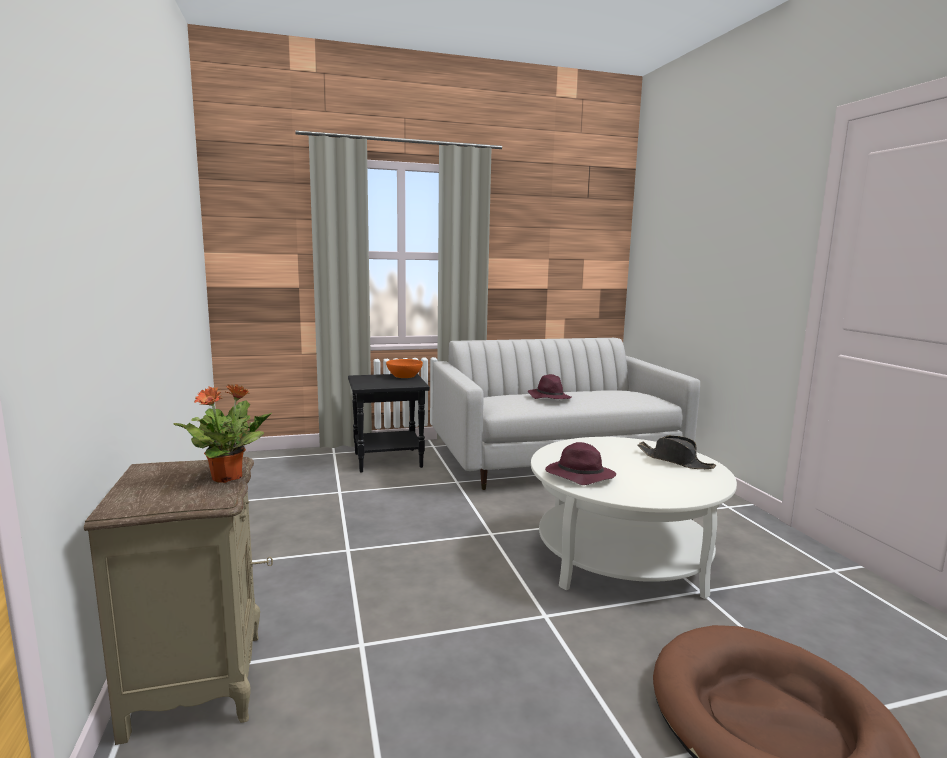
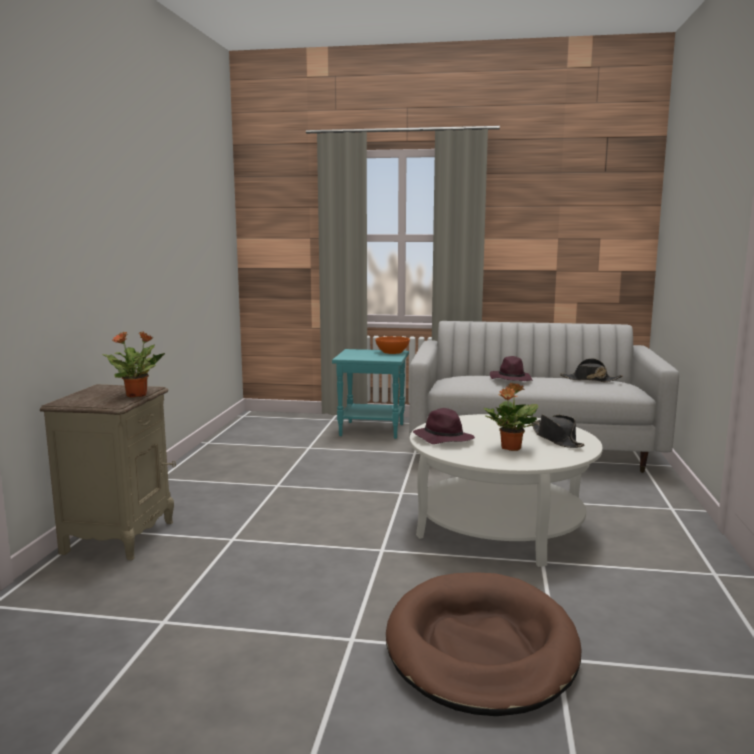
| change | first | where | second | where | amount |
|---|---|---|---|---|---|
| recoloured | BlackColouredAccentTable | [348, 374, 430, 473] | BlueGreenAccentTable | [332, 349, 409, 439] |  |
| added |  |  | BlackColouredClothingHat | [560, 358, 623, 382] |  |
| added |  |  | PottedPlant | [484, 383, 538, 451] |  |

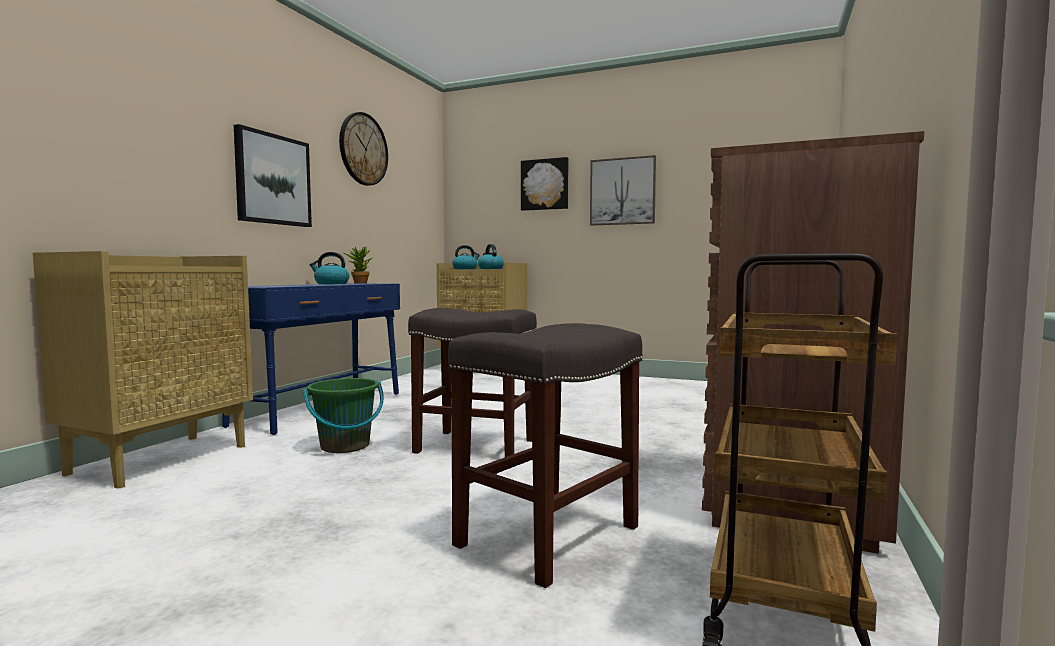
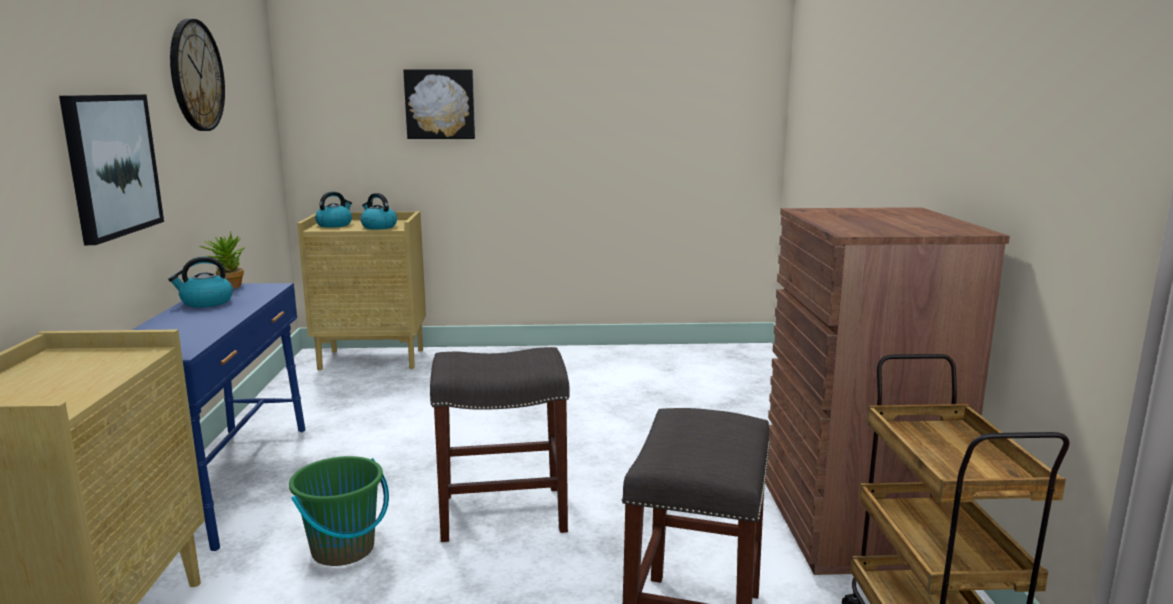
| change | first | where | second | where | amount |
|---|---|---|---|---|---|
| removed | Picture | [590, 155, 656, 226] |  |  |  |

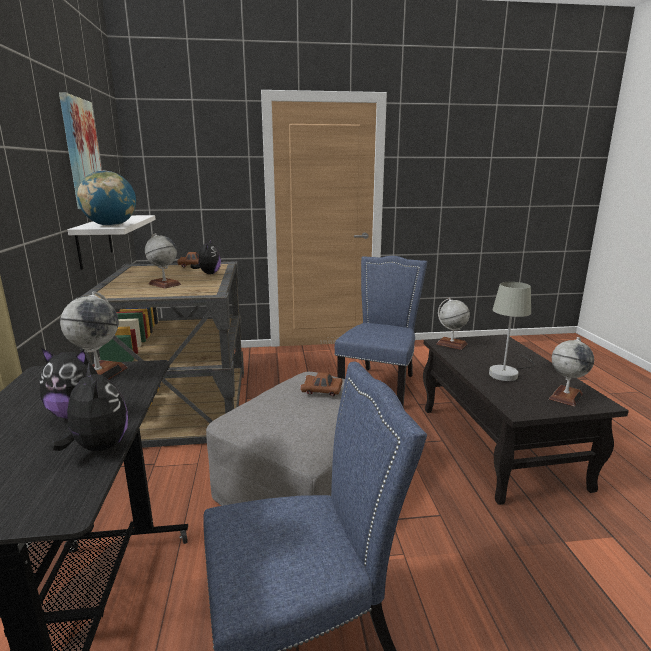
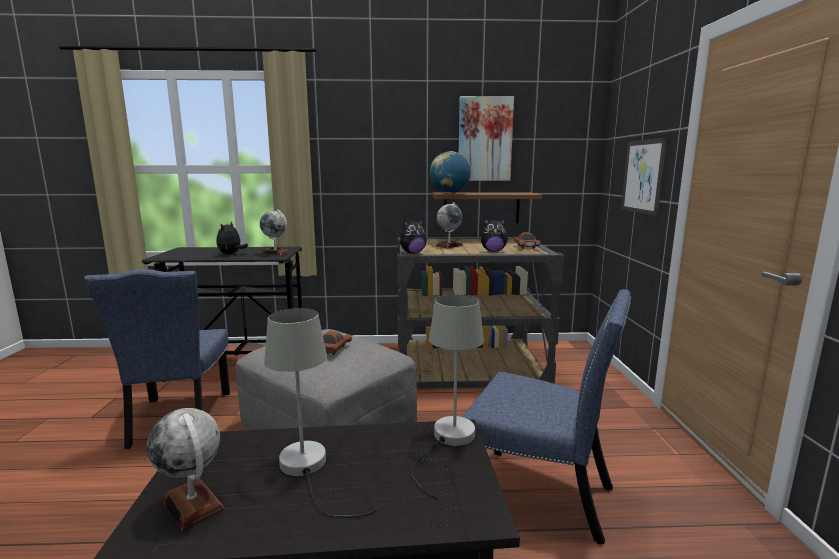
| change | first | where | second | where | amount |
|---|---|---|---|---|---|
| recoloured | WhitishShelf | [68, 215, 156, 269] | BrownShelf | [432, 192, 542, 223] |  |
| replaced | Globe | [436, 298, 470, 350] | GreyishTabletopLamp | [411, 295, 484, 499] |  |
| moved | PlushToy | [50, 363, 128, 451] |  | [399, 219, 427, 254] |  |
| added |  |  | Picture | [621, 138, 667, 216] |  |

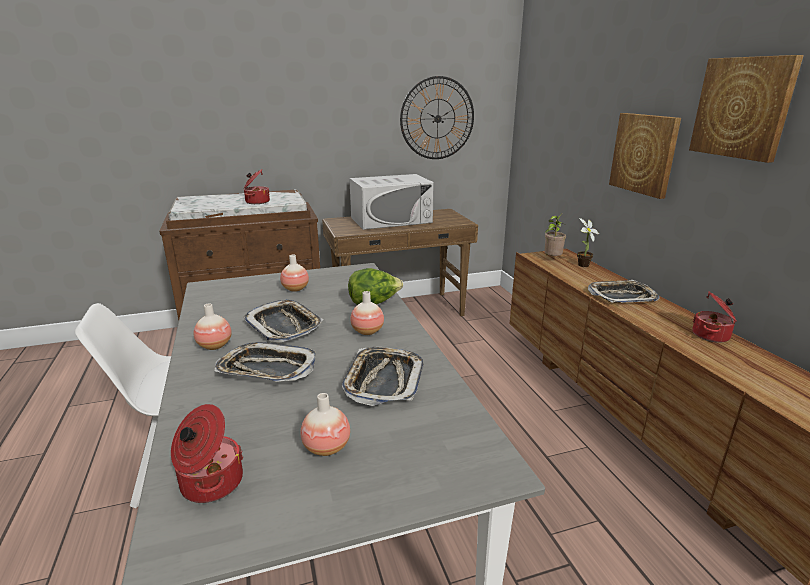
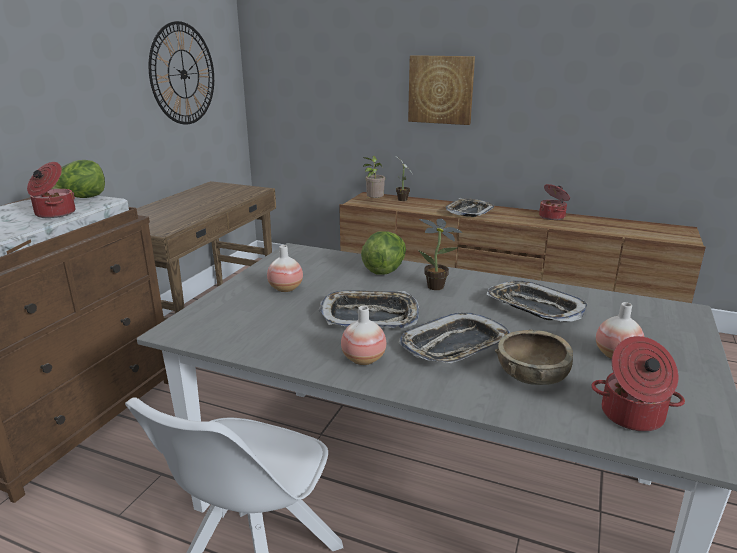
| change | first | where | second | where | amount |
|---|---|---|---|---|---|
| removed | Picture | [689, 55, 804, 163] |  |  |  |
| removed | WhitishMicrowaveOven | [349, 174, 434, 230] |  |  |  |
| replaced | DecorativeVase | [350, 291, 384, 335] | PottedPlant | [418, 218, 463, 290] |  |
| added |  |  | LettuceHead | [51, 160, 105, 198] |  |
| added |  |  | BrownServingBowl | [495, 329, 573, 385] |  |

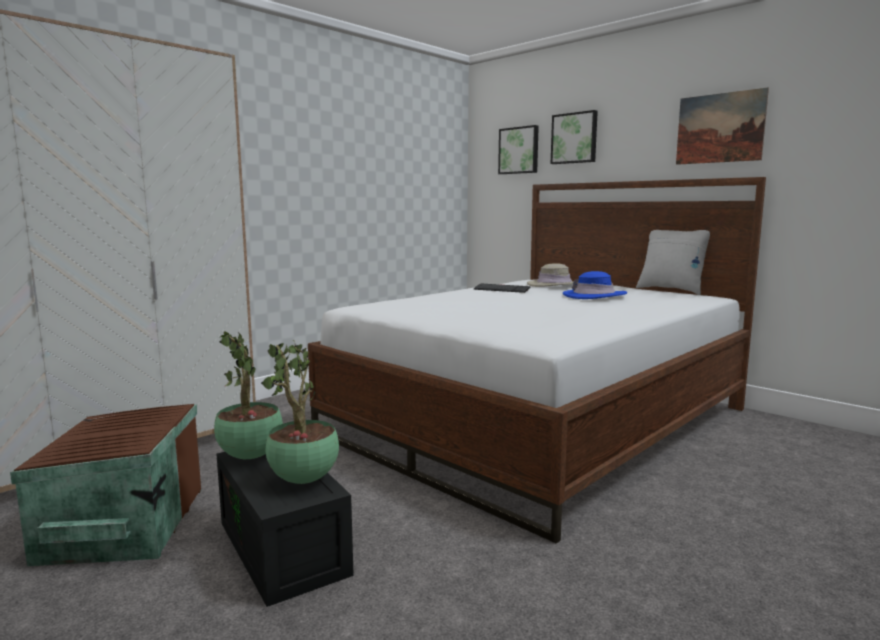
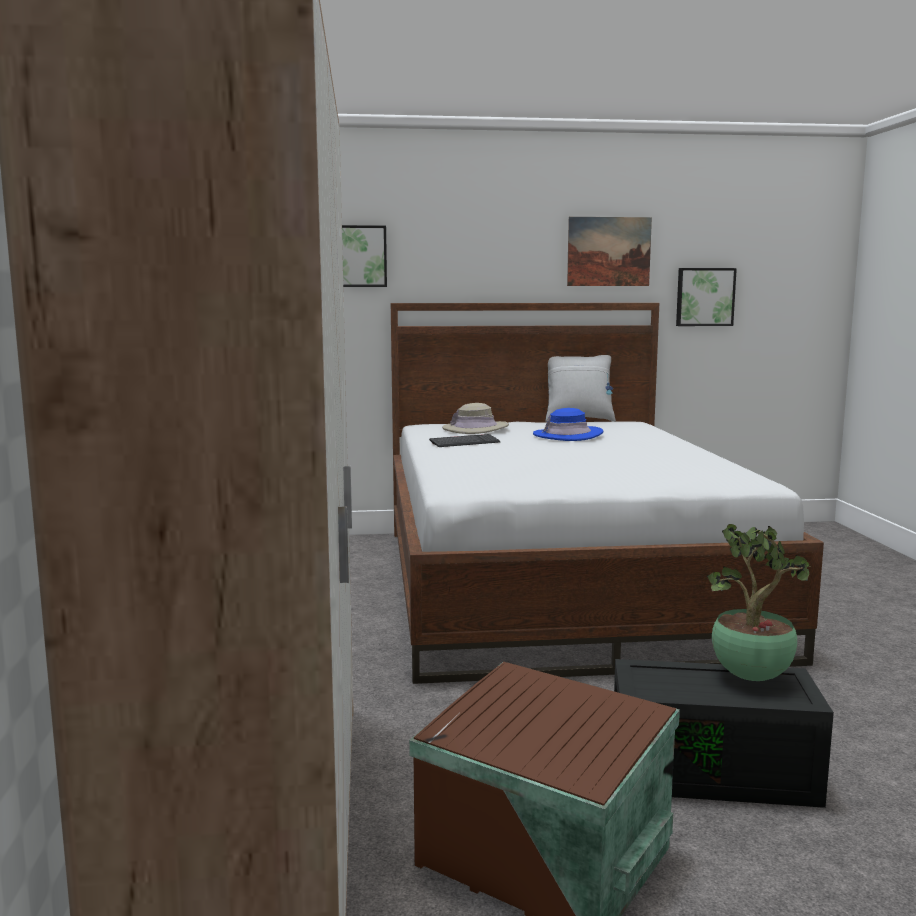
| change | first | where | second | where | amount |
|---|---|---|---|---|---|
| moved | Picture | [551, 110, 598, 164] |  | [676, 268, 737, 326] |  |
| removed | PottedPlant | [214, 331, 283, 459] |  |  |  |

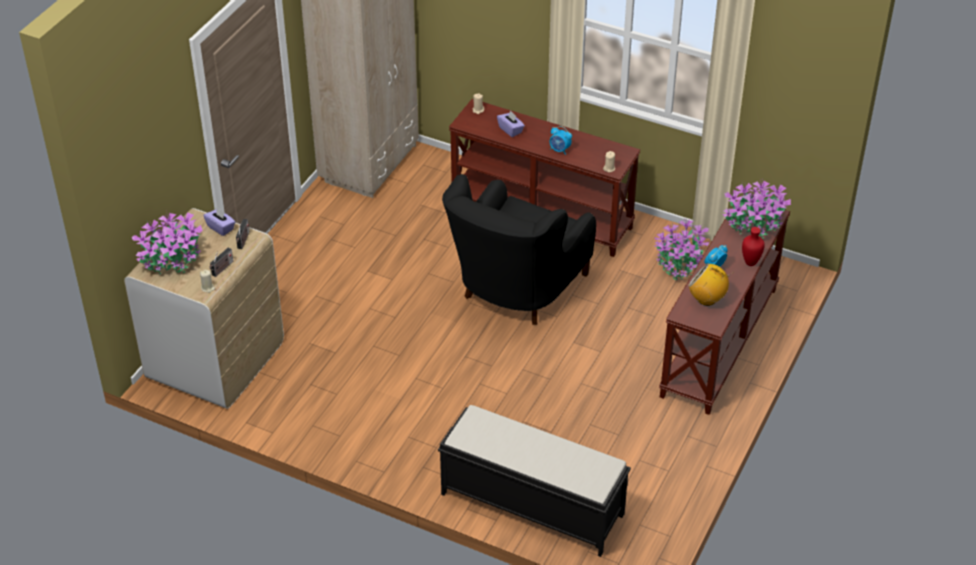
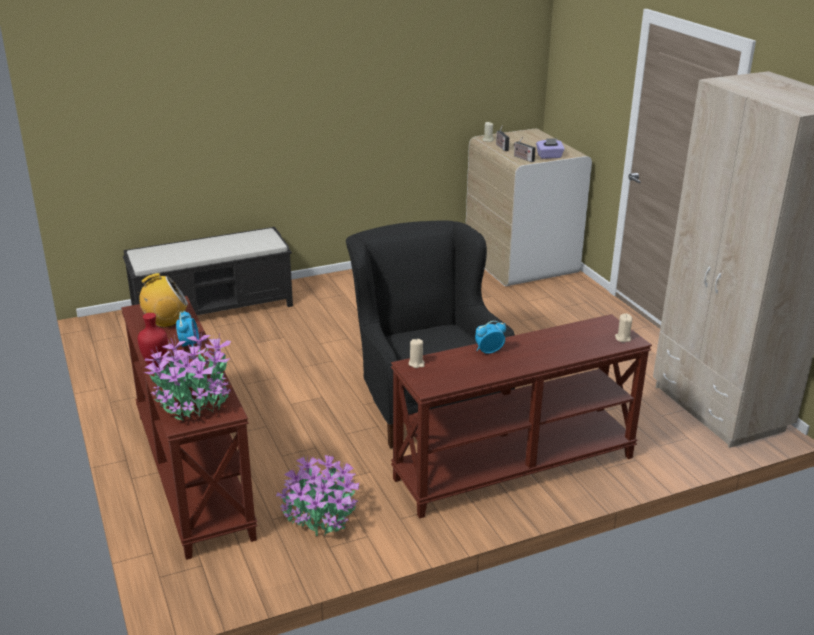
| change | first | where | second | where | amount |
|---|---|---|---|---|---|
| removed | PurpleTissueBox | [497, 111, 525, 137] |  |  |  |
| removed | PottedPlant | [132, 210, 203, 275] |  |  |  |

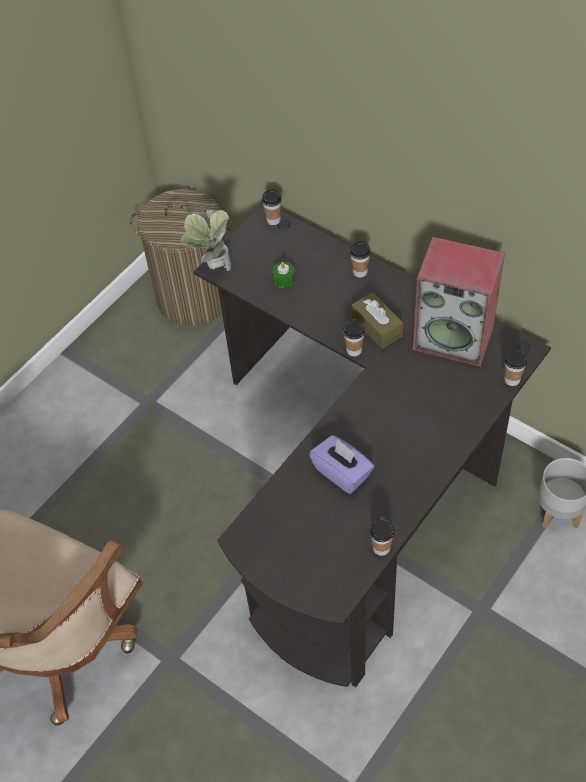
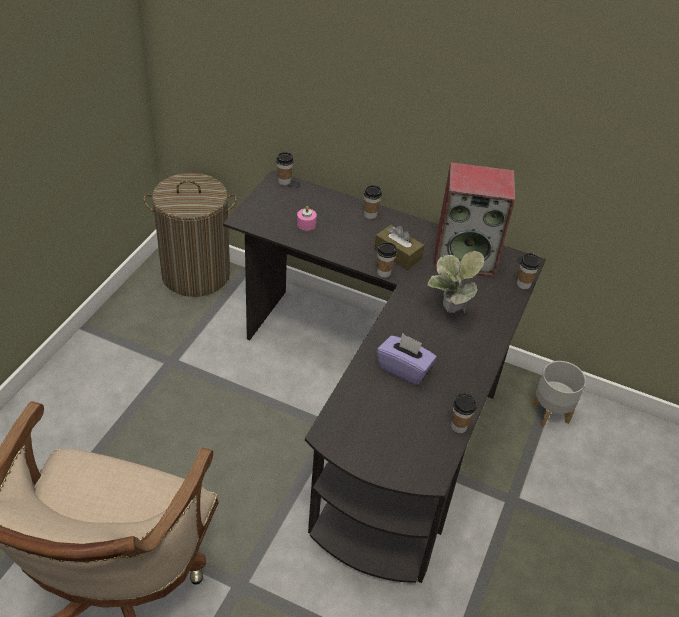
| change | first | where | second | where | amount |
|---|---|---|---|---|---|
| moved | PottedPlant | [181, 210, 231, 271] |  | [428, 251, 485, 314] |  |
| recoloured | GreenWaxLight | [272, 262, 295, 288] | PinkColouredWaxLight | [297, 206, 317, 231] |  |

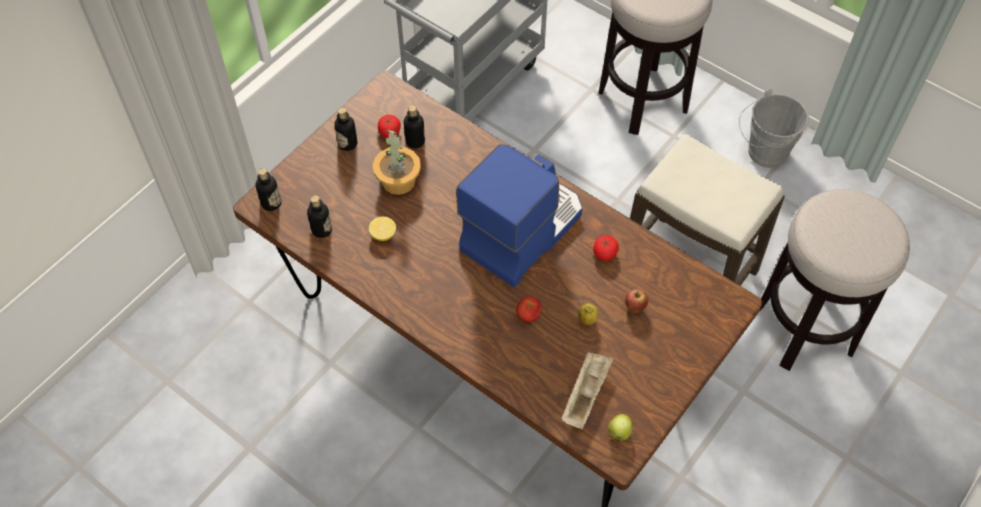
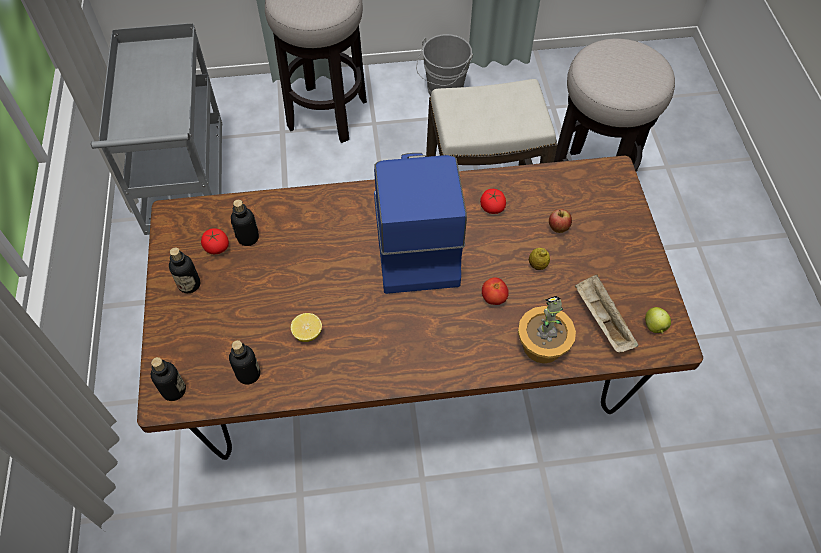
| change | first | where | second | where | amount |
|---|---|---|---|---|---|
| moved | PottedPlant | [373, 130, 421, 195] |  | [518, 296, 576, 364] |  |

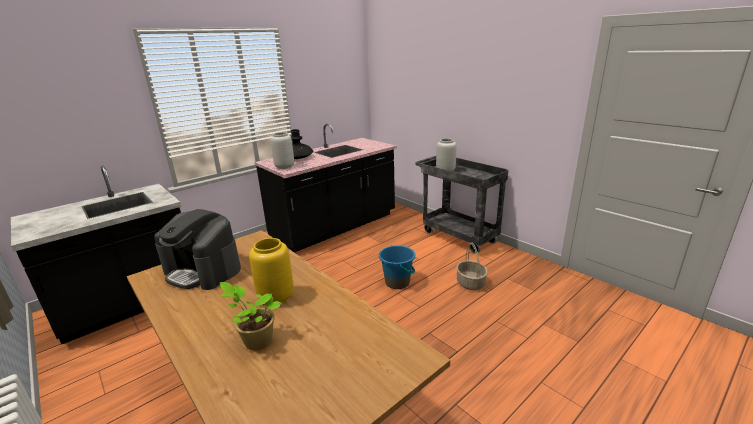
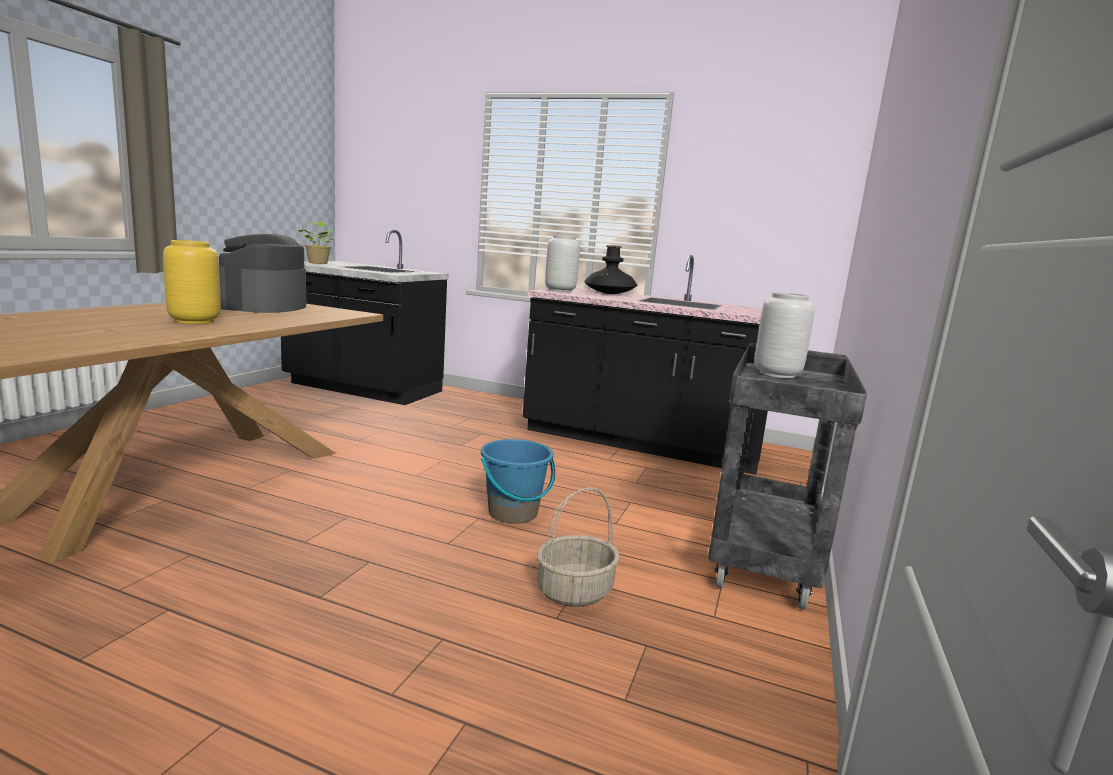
| change | first | where | second | where | amount |
|---|---|---|---|---|---|
| moved | PottedPlant | [220, 282, 281, 350] |  | [299, 220, 334, 264] |  |

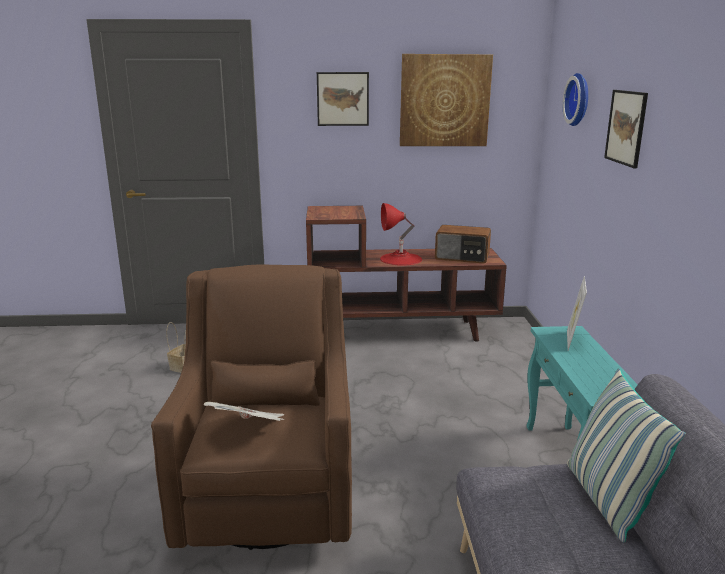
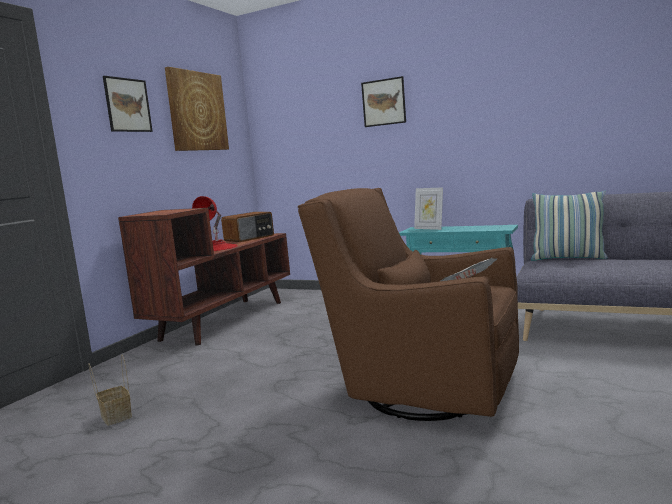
| change | first | where | second | where | amount |
|---|---|---|---|---|---|
| removed | ClockOnTheWall | [563, 73, 588, 126] |  |  |  |

